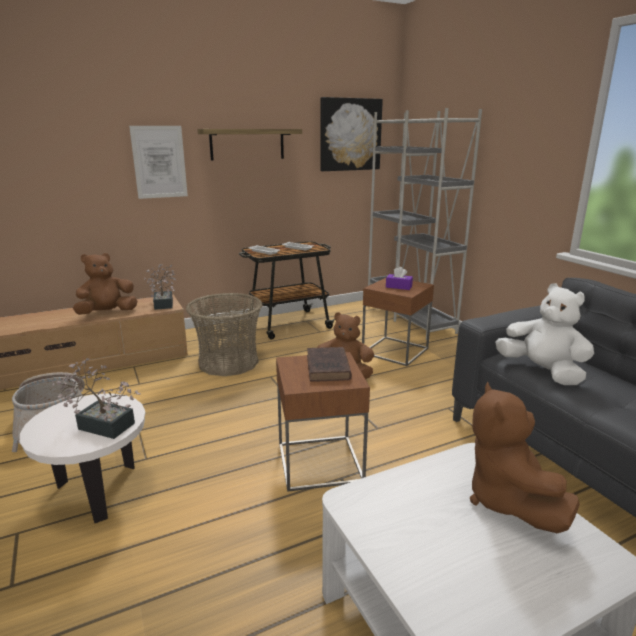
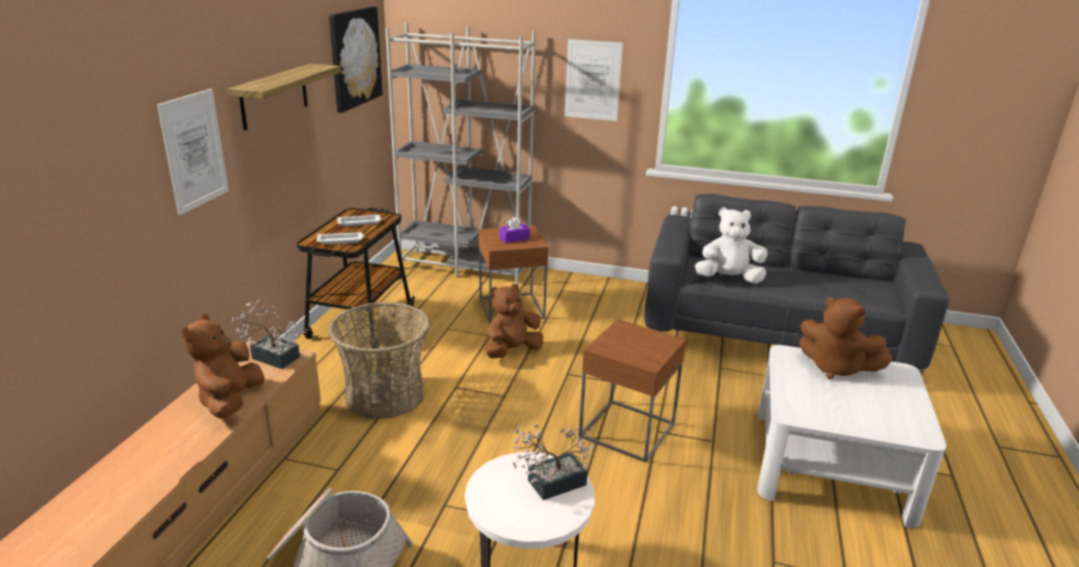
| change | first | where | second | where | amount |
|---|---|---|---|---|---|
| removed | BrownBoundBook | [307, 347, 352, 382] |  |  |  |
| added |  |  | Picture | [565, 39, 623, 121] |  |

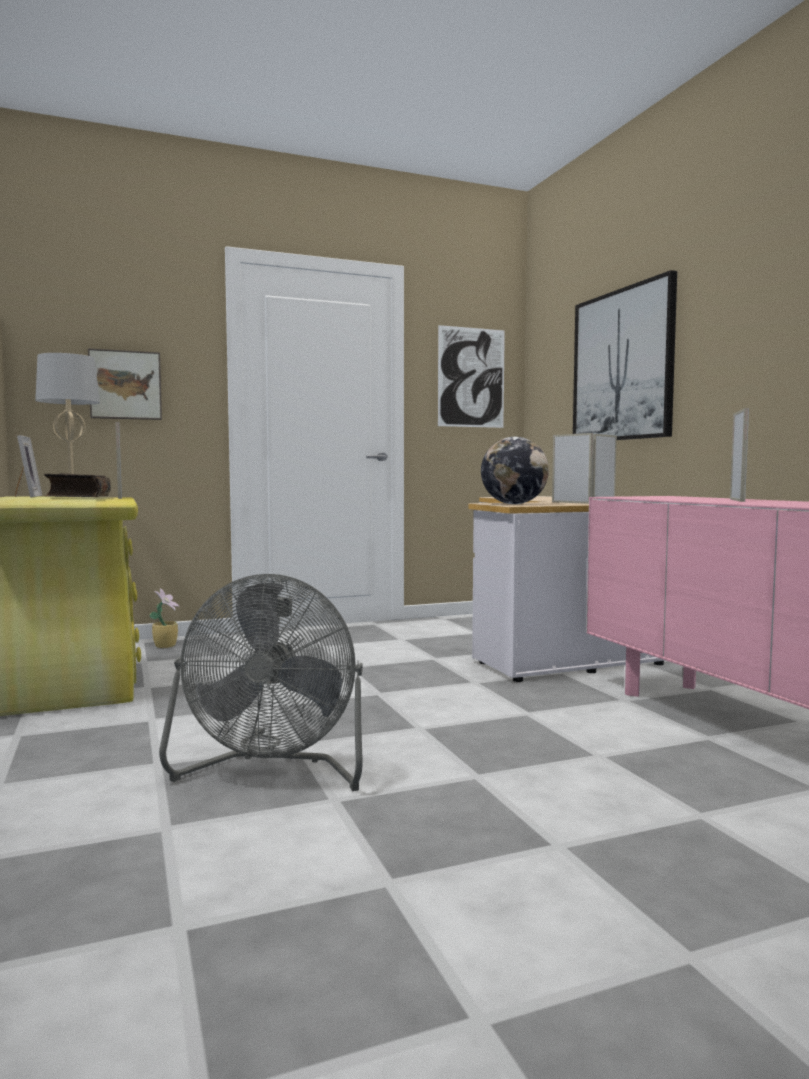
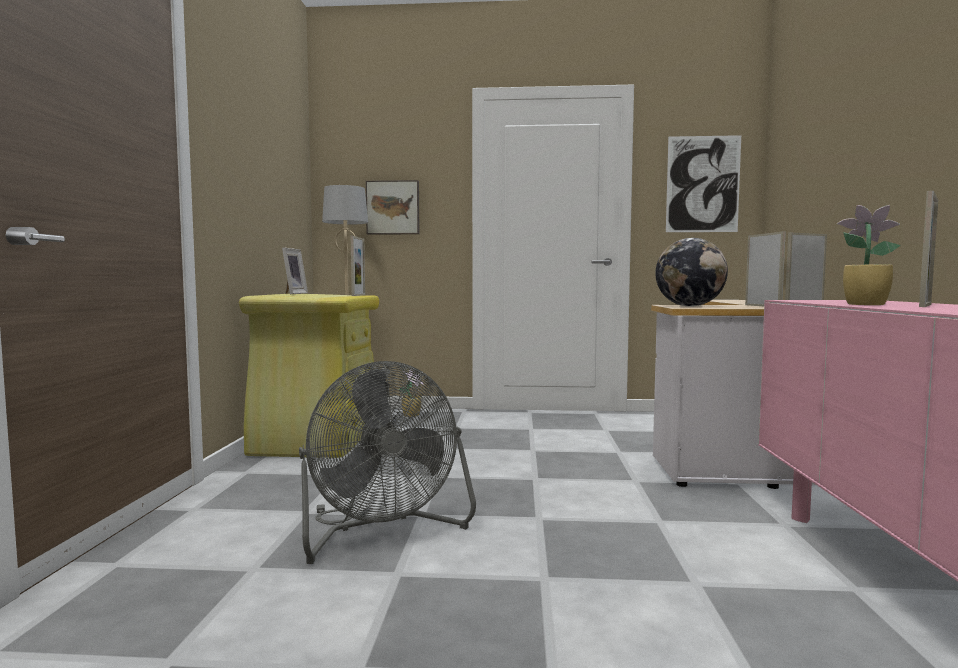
| change | first | where | second | where | amount |
|---|---|---|---|---|---|
| removed | Picture | [573, 270, 677, 440] |  |  |  |
| removed | BoundBook | [44, 473, 111, 497] |  |  |  |
| turned | GreyishFan | [159, 574, 363, 791] |  | [299, 361, 476, 564] | 60 degrees counterclockwise |
| added |  |  | PottedPlant | [837, 205, 901, 305] |  |

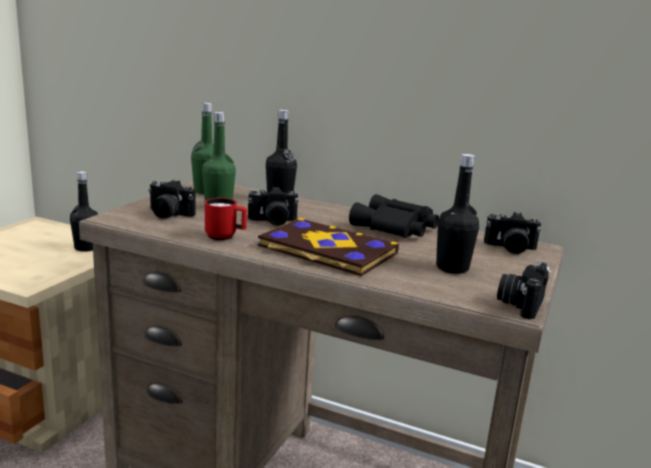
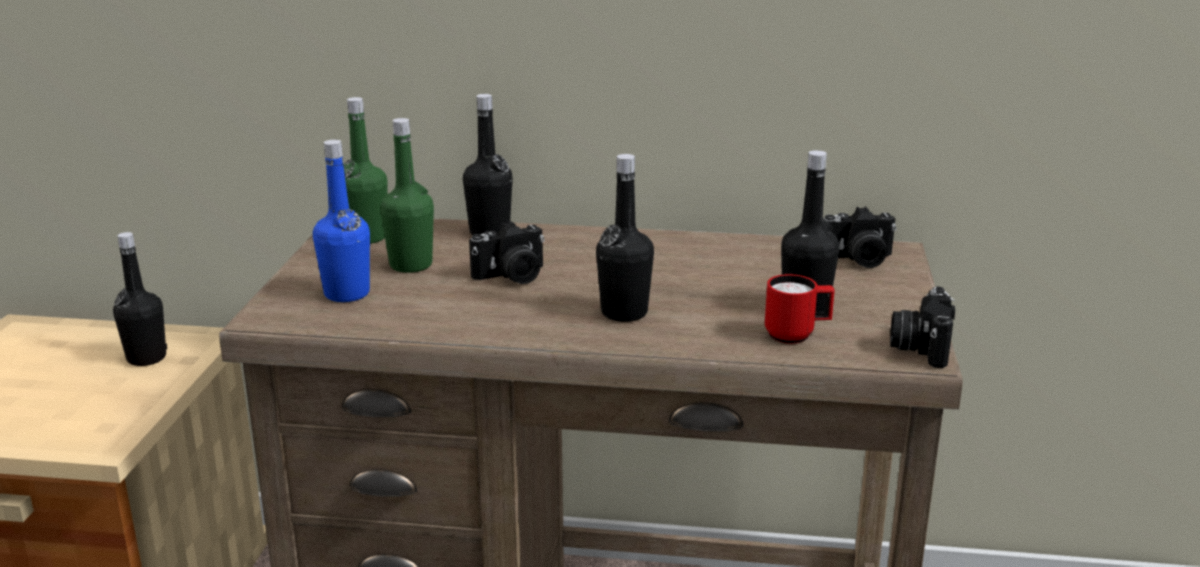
| change | first | where | second | where | amount |
|---|---|---|---|---|---|
| replaced | StillCamera | [148, 180, 196, 218] | BlueDrinkBottle | [313, 140, 370, 302] |  |
| removed | BlackColouredBinoculars | [349, 194, 439, 238] |  |  |  |
| moved | ReddishTeaMug | [205, 198, 247, 240] |  | [765, 274, 835, 344] |  |
| replaced | BoundBook | [258, 218, 399, 276] | BlackColouredDrinkBottle | [596, 154, 654, 322] |  |

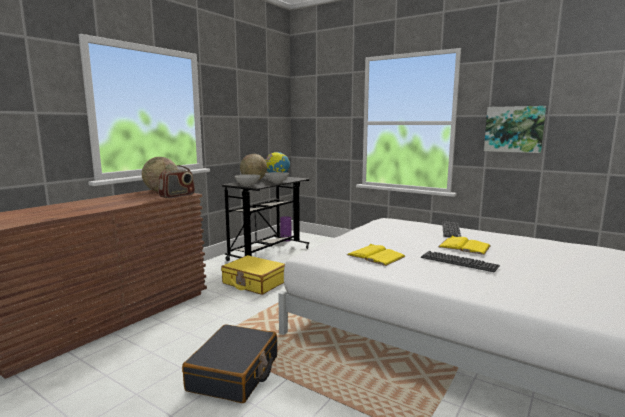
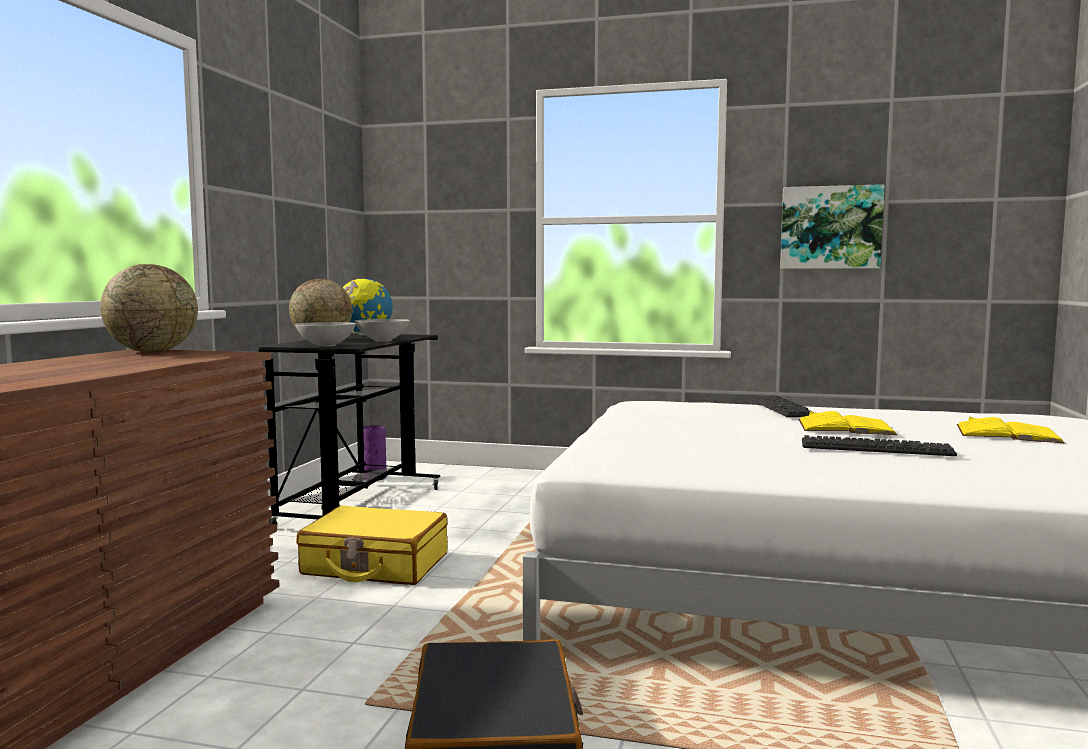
| change | first | where | second | where | amount |
|---|---|---|---|---|---|
| removed | RadioReceiver | [158, 165, 195, 198] |  |  |  |
| moved | YellowishBoundBook | [347, 244, 406, 266] |  | [957, 416, 1065, 443] |  |

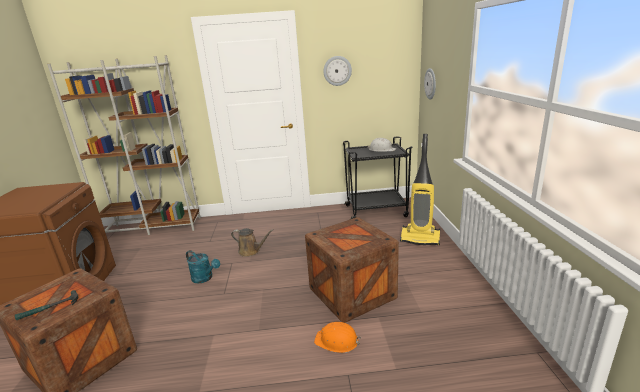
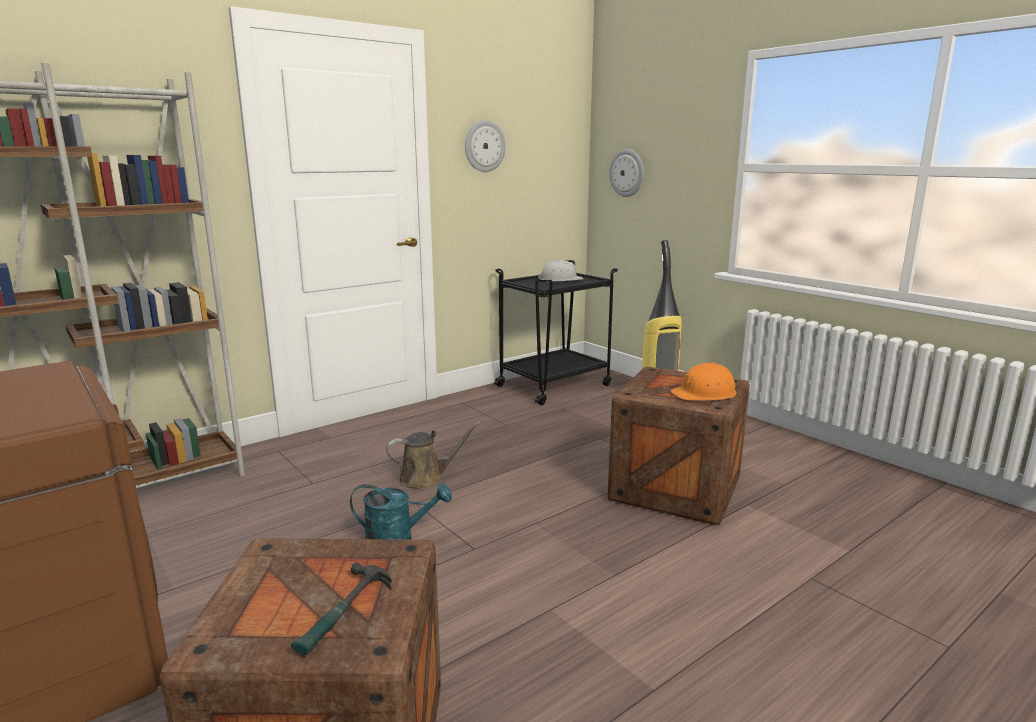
| change | first | where | second | where | amount |
|---|---|---|---|---|---|
| moved | OrangeyHardHat | [314, 322, 361, 353] |  | [671, 362, 736, 401] |  |

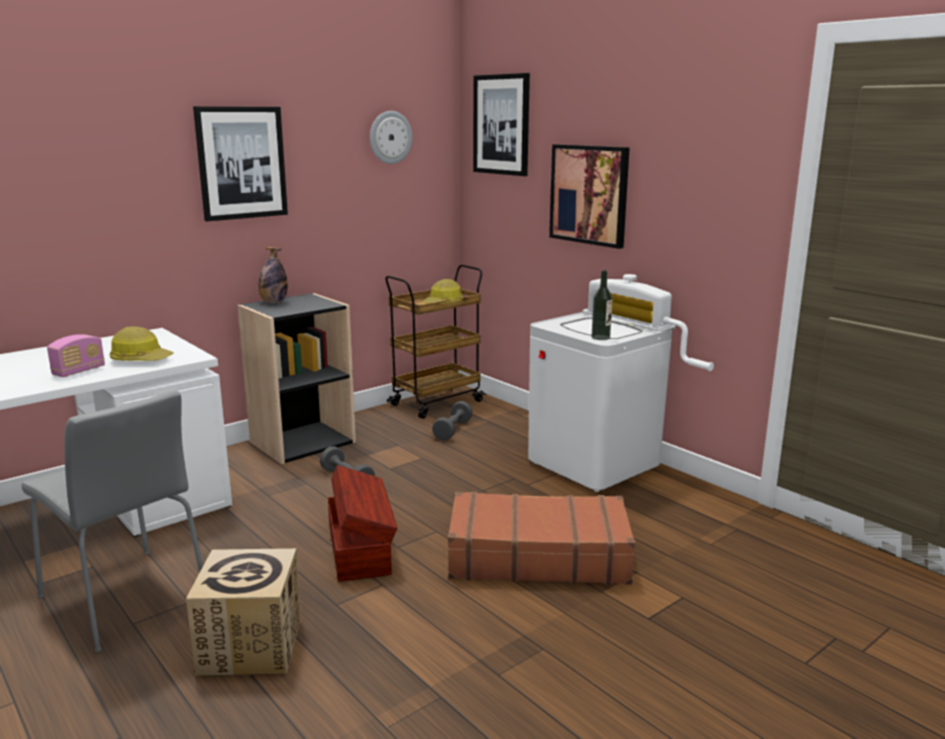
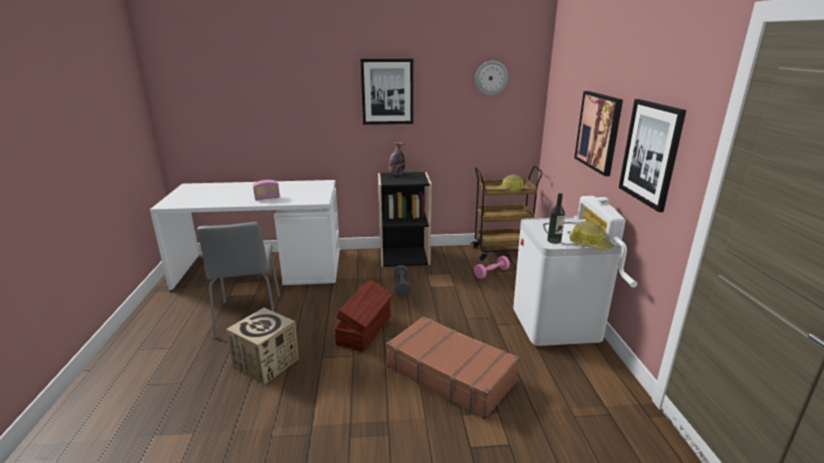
| change | first | where | second | where | amount |
|---|---|---|---|---|---|
| moved | Picture | [473, 73, 530, 176] |  | [619, 99, 686, 212] |  |
| moved | HardHat | [110, 326, 173, 361] |  | [569, 221, 614, 250] |  |
| recoloured | GreyishFreeWeight | [432, 401, 473, 440] | PinkColouredFreeWeight | [474, 256, 510, 279] |  |

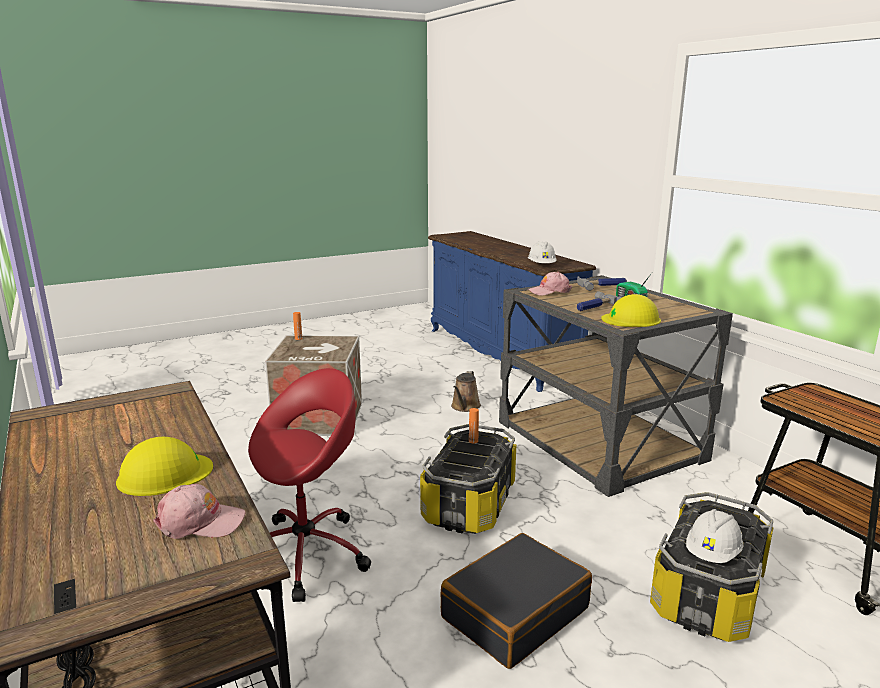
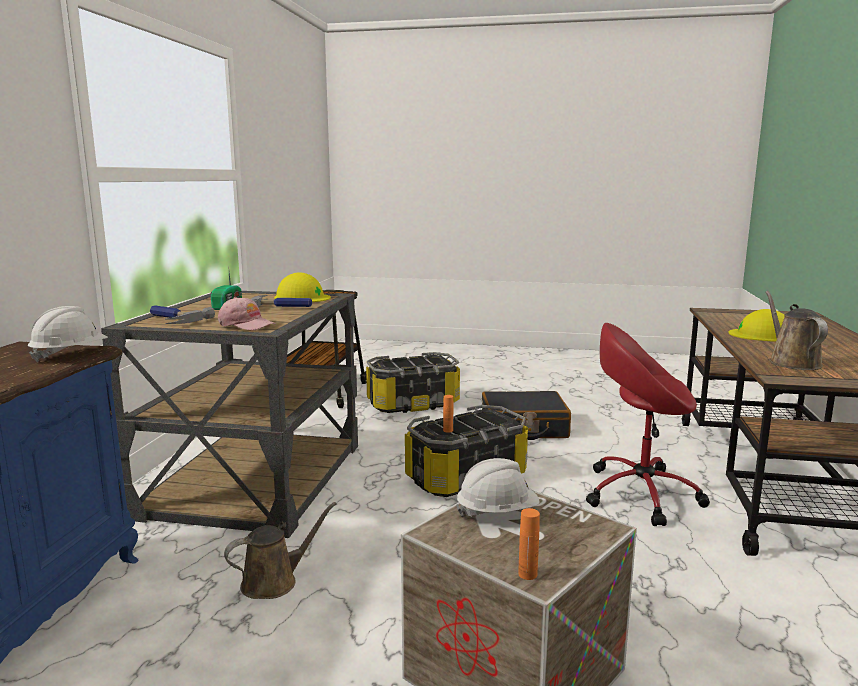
| change | first | where | second | where | amount |
|---|---|---|---|---|---|
| removed | PinkColouredPeakedCap | [153, 484, 245, 539] |  |  |  |
| moved | WhitishHardHat | [686, 509, 743, 563] |  | [456, 458, 540, 517] |  |
| added |  |  | BrownWateringCan | [765, 291, 828, 370] |  |

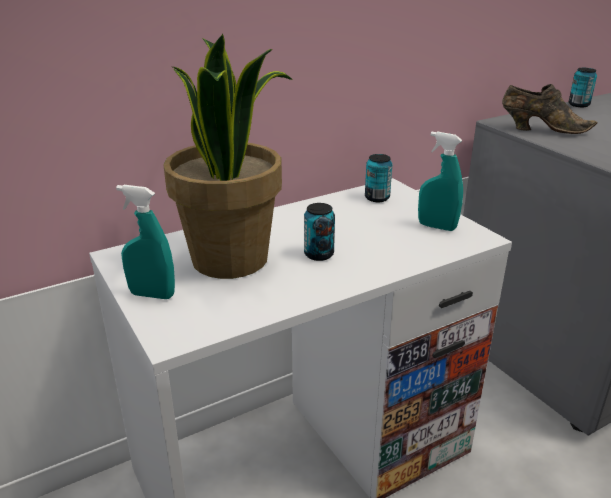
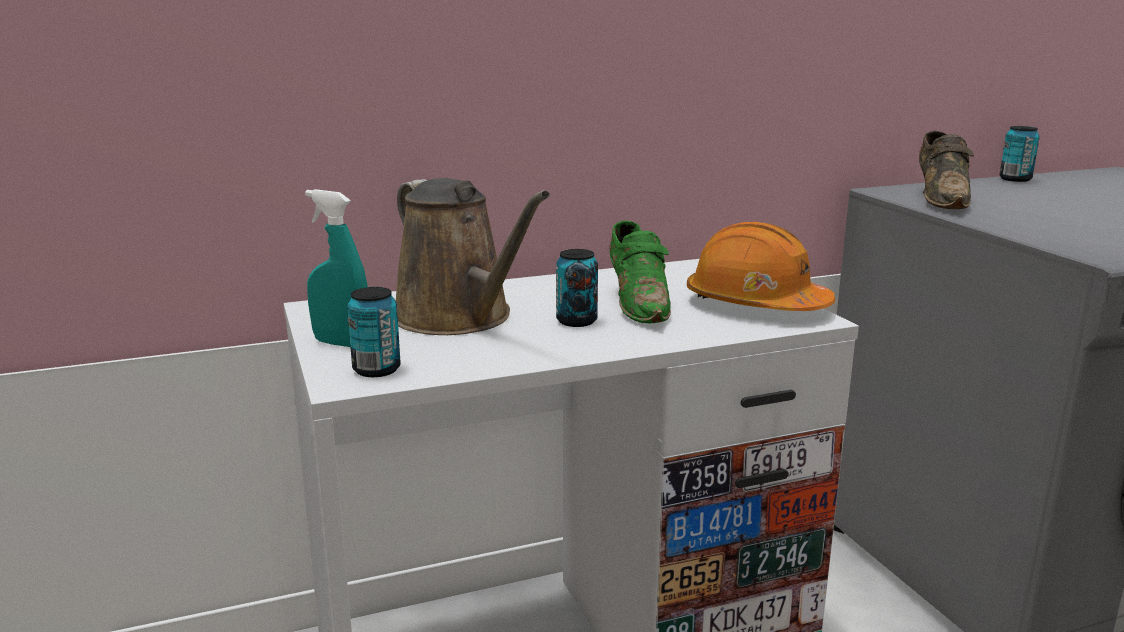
| change | first | where | second | where | amount |
|---|---|---|---|---|---|
| replaced | PottedPlant | [163, 34, 293, 279] | BrownWateringCan | [396, 178, 550, 335] |  |
| turned | BrownLowShoe | [502, 84, 598, 134] |  | [919, 131, 974, 209] | 75 degrees clockwise |
| replaced | BlueGreenHandSprayer | [418, 131, 463, 231] | OrangeyHardHat | [687, 222, 835, 311] |  |
| moved | MetalCan | [365, 154, 392, 202] |  | [347, 287, 401, 377] |  |
| added |  |  | GreenLowShoe | [609, 220, 671, 323] |  |

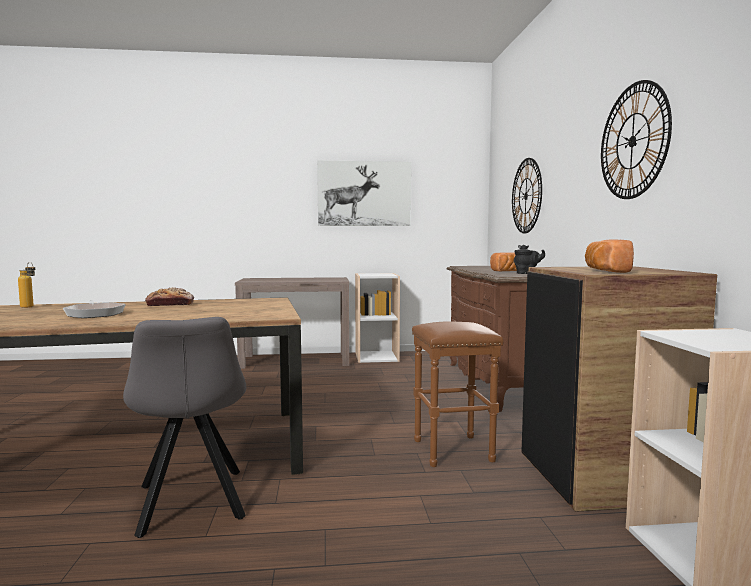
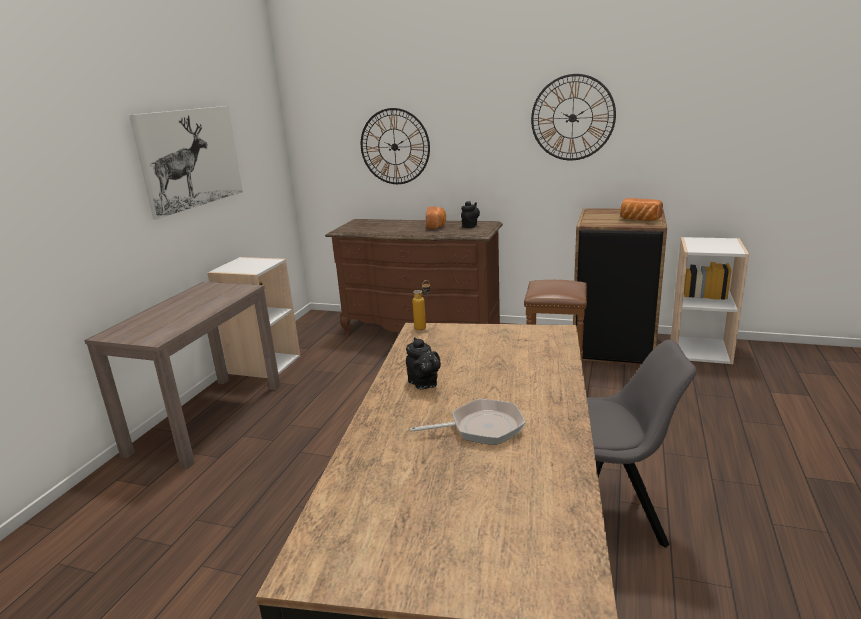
| change | first | where | second | where | amount |
|---|---|---|---|---|---|
| moved | DrinkBottle | [18, 262, 35, 308] |  | [412, 280, 431, 330] |  |
| replaced | BakedBread | [145, 287, 194, 306] | BlackColouredTeapot | [406, 337, 441, 389] |  |

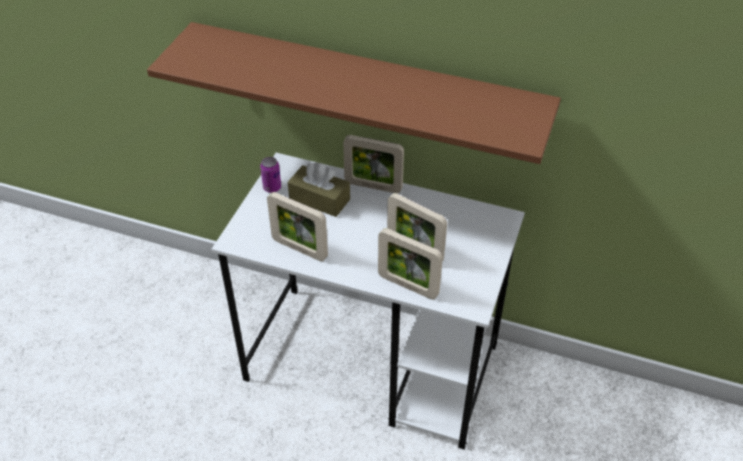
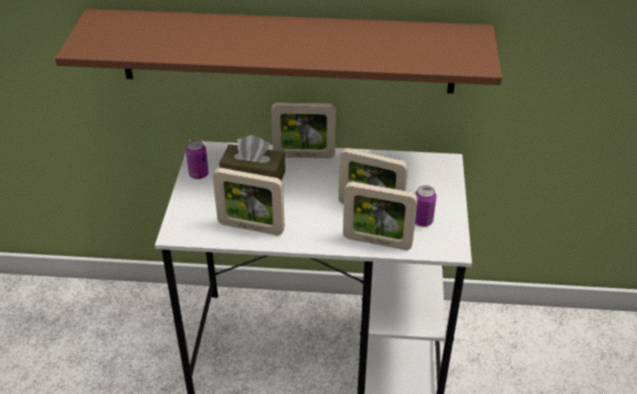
| change | first | where | second | where | amount |
|---|---|---|---|---|---|
| added |  |  | MetalCan | [415, 185, 436, 227] |  |

